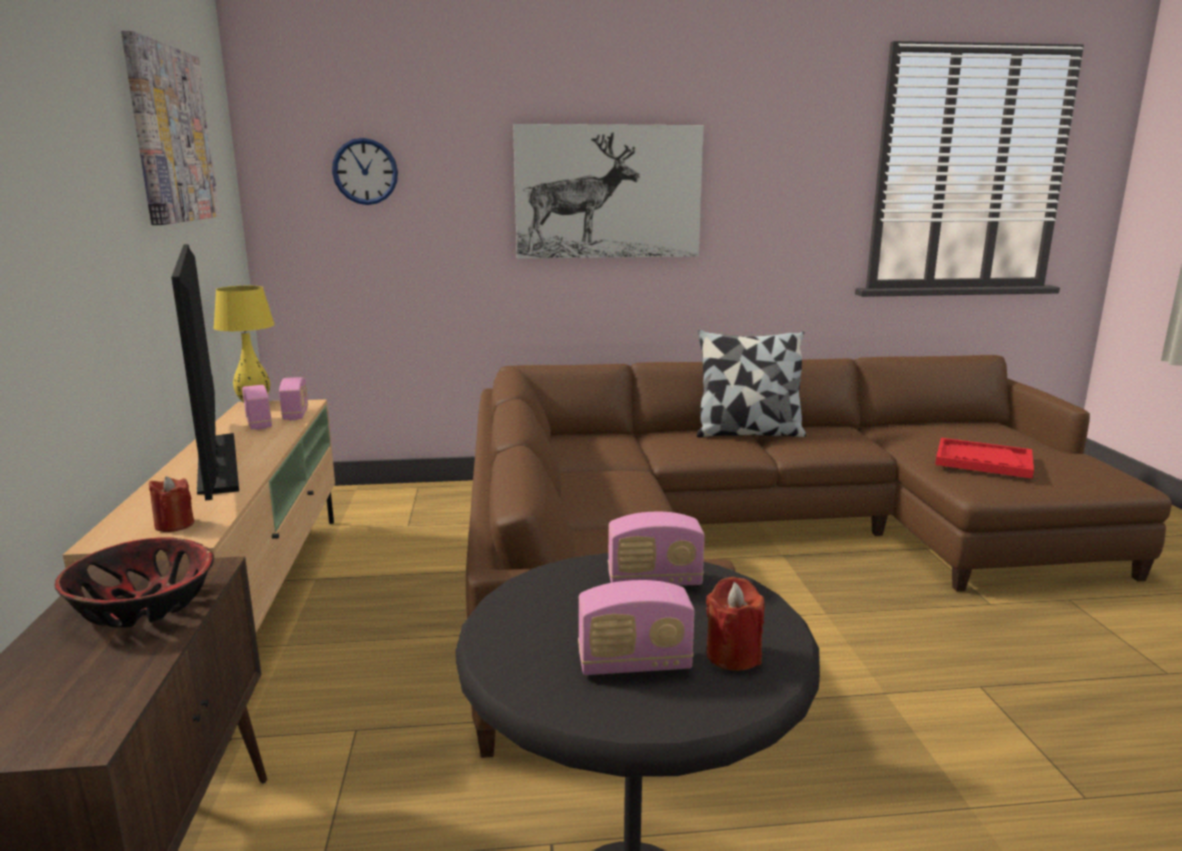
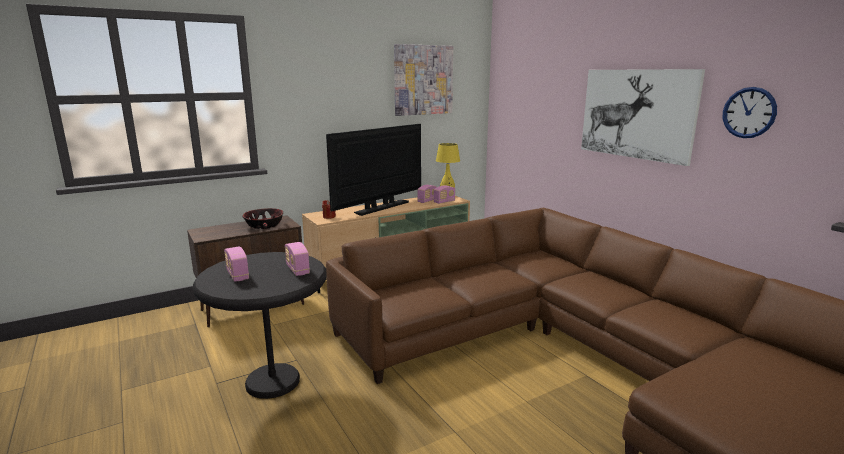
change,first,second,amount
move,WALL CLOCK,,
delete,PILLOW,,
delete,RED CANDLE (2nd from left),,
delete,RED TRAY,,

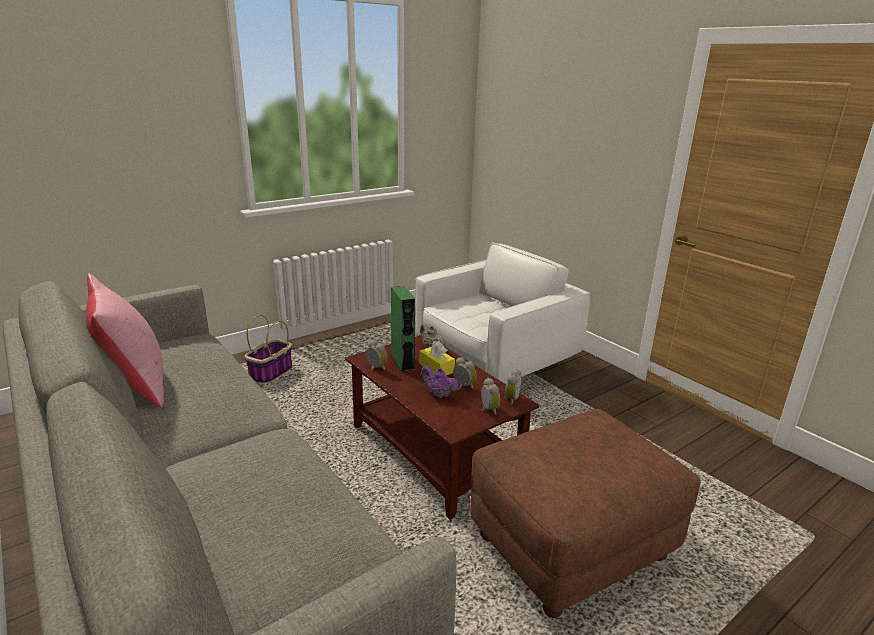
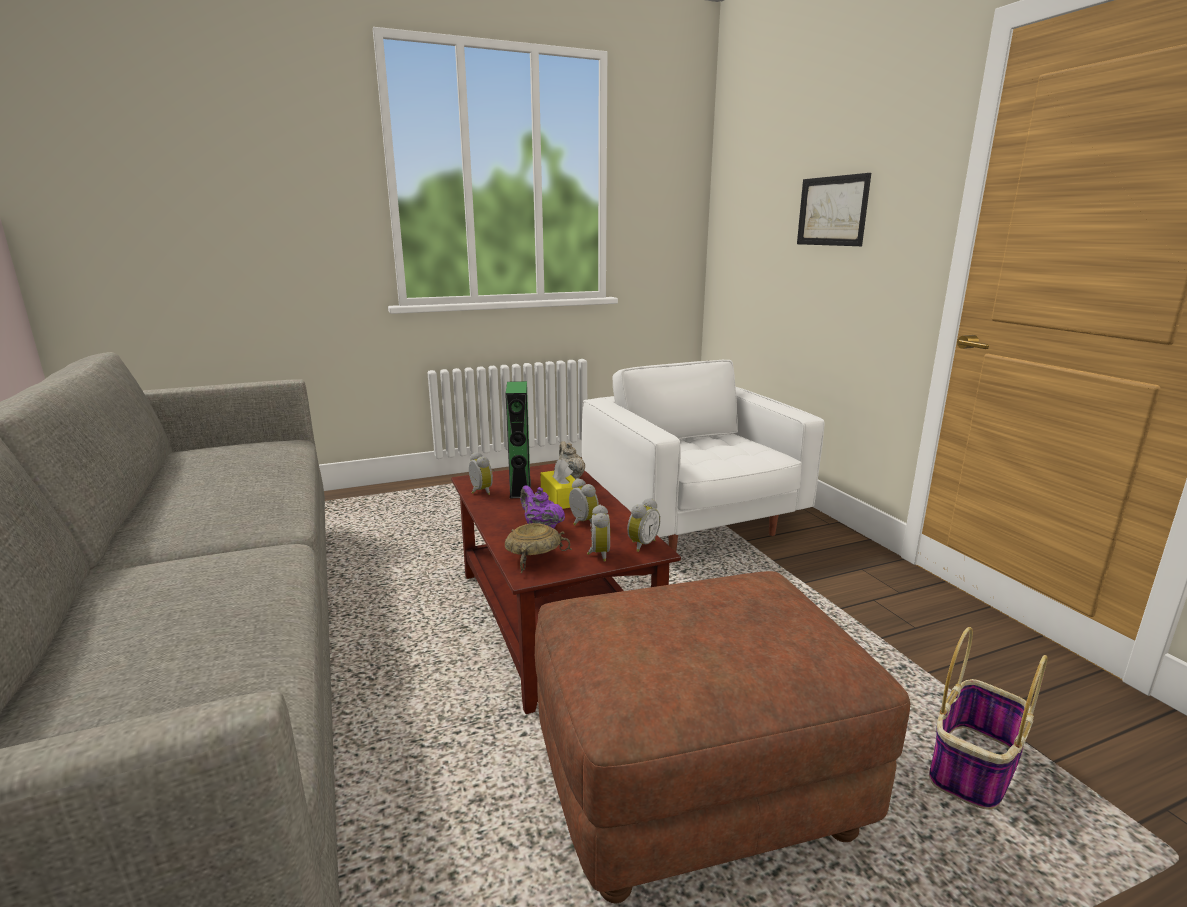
change,first,second,amount
insert,,BEIGE BOWL,
rotate,WHITE ARMCHAIR,,90 degrees counterclockwise
insert,,PICTURE,
move,BASKET,,
delete,PINK PILLOW,,

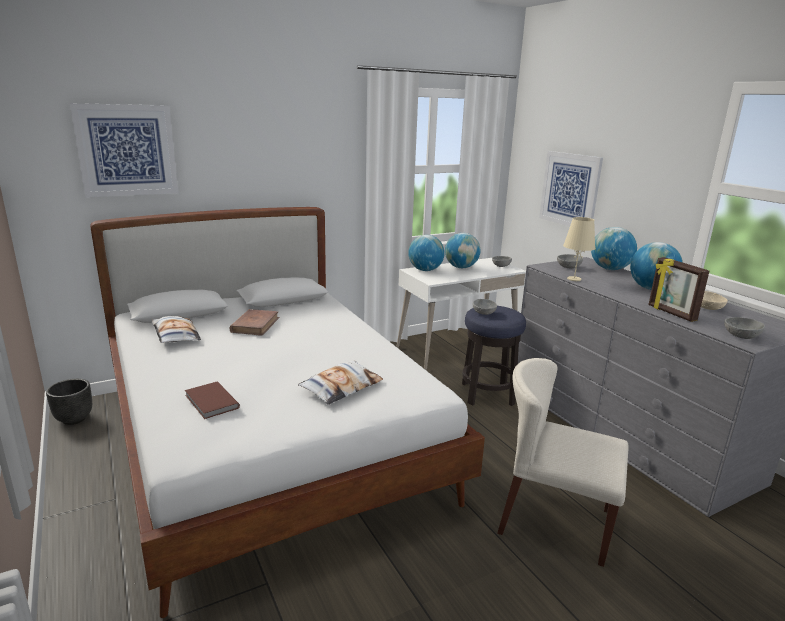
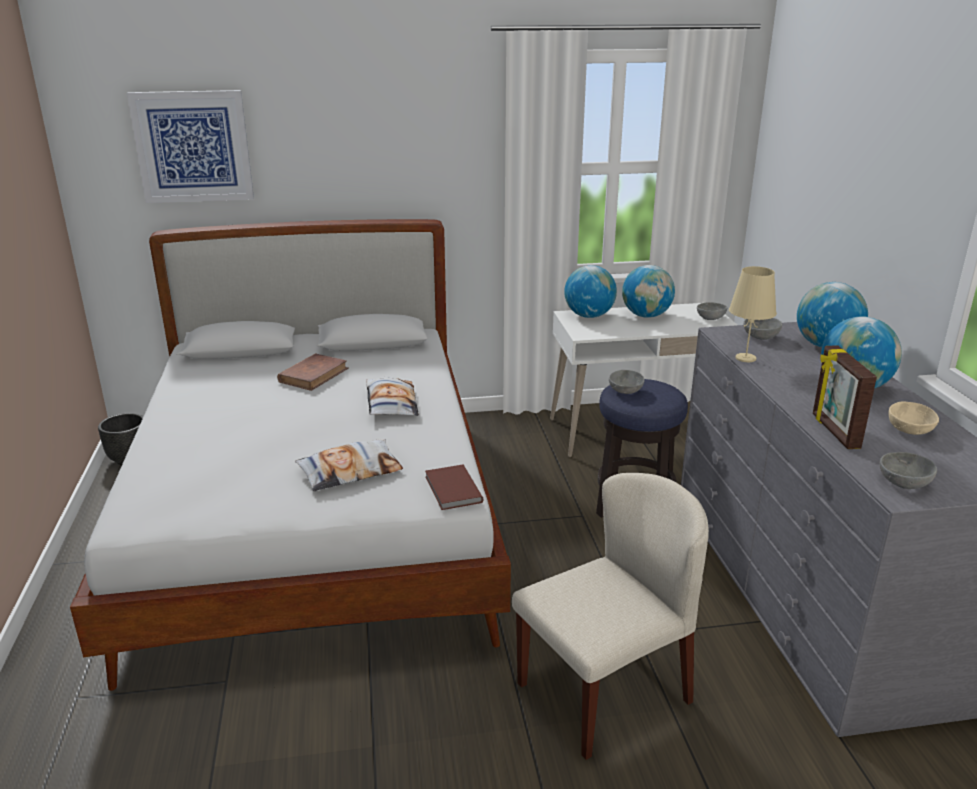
change,first,second,amount
move,PILLOW (1st from left in the first image),PILLOW (2nd from left),
move,BROWN BOOK (1st from left in the first image),BROWN BOOK (2nd from left),
rotate,BEIGE CHAIR,,105 degrees clockwise
delete,PICTURE (2nd from left),,

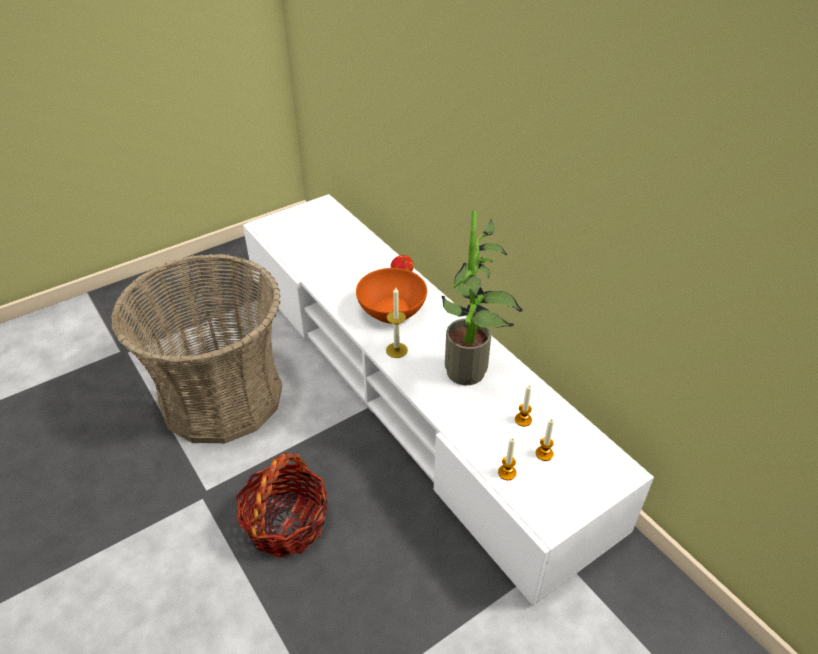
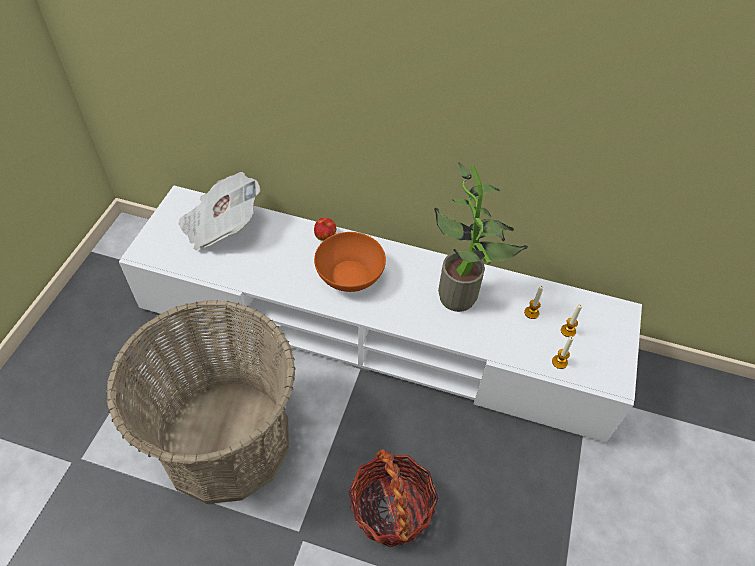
change,first,second,amount
insert,,NEWSPAPER,
delete,CANDLE (1st from left),,

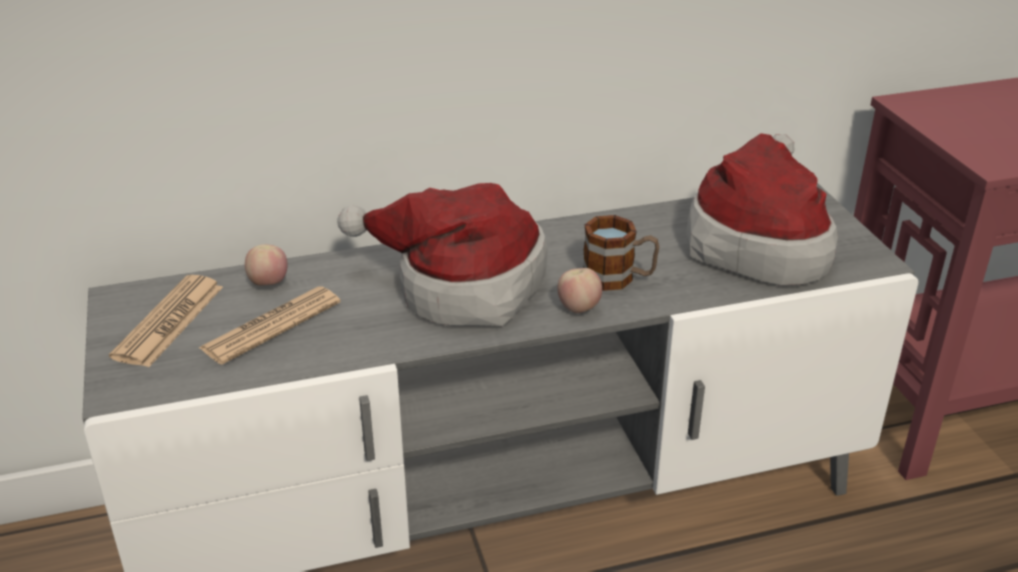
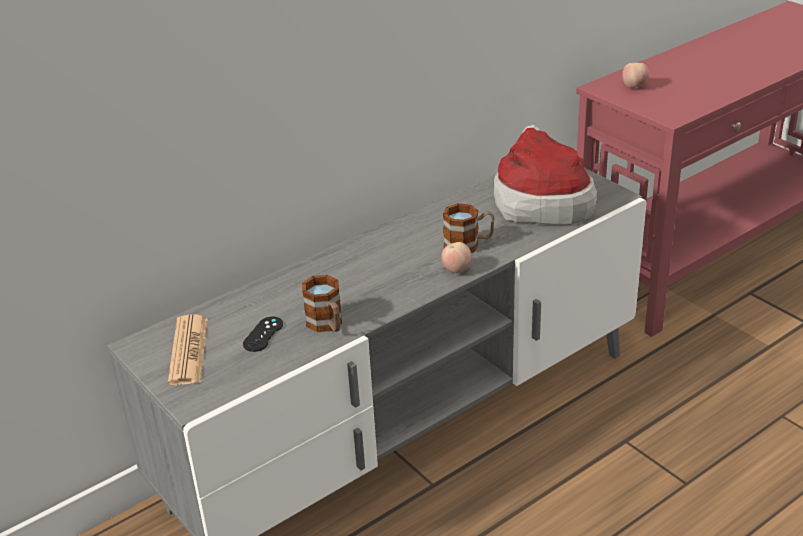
change,first,second,amount
replace,NEWSPAPER (2nd from left),BLACK GAME CONTROLLER,
insert,,MUG (1st from left),
move,APPLE (1st from left in the first image),APPLE (2nd from left),
delete,HAT (1st from left),,

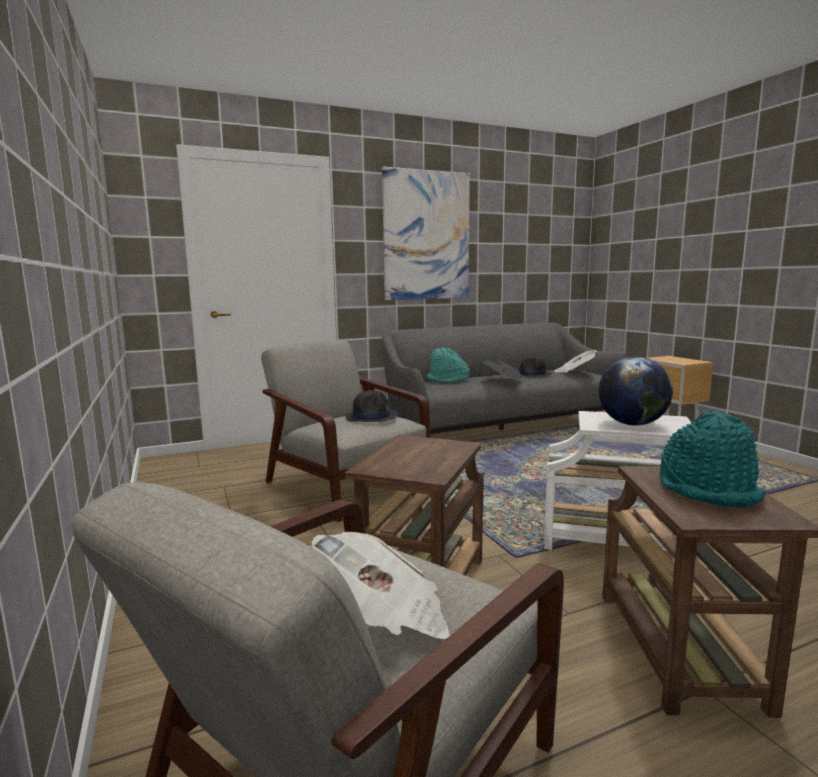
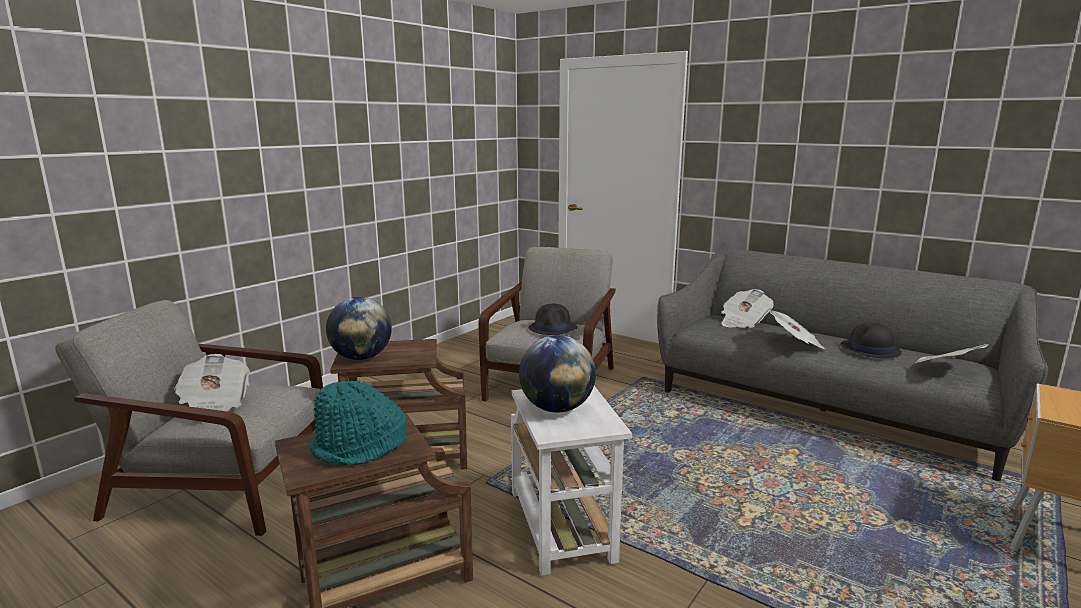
change,first,second,amount
insert,,GLOBE (1st from left),
replace,TURQUOISE HAT (1st from left),NEWSPAPER (2nd from left),
delete,PICTURE,,

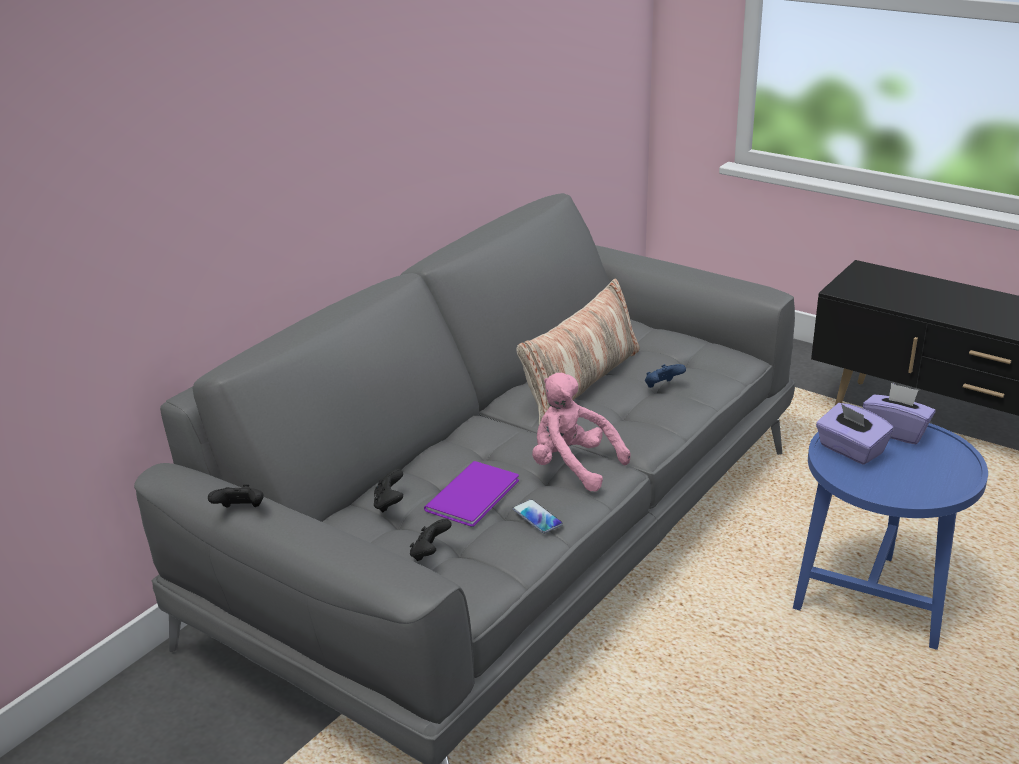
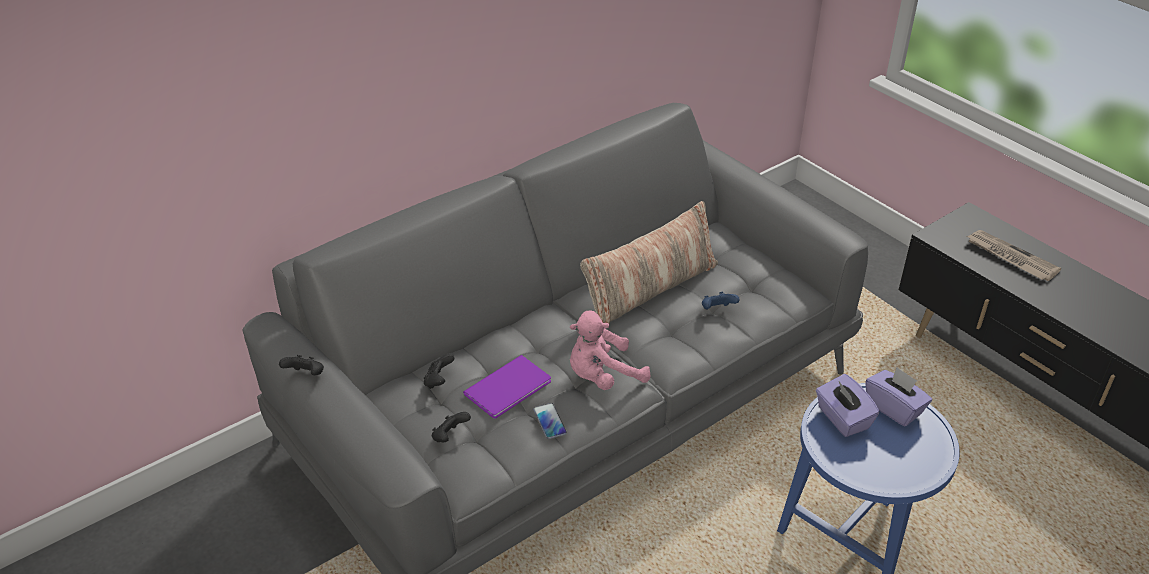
change,first,second,amount
rotate,PINK PLUSH TOY,,75 degrees counterclockwise
insert,,NEWSPAPER,

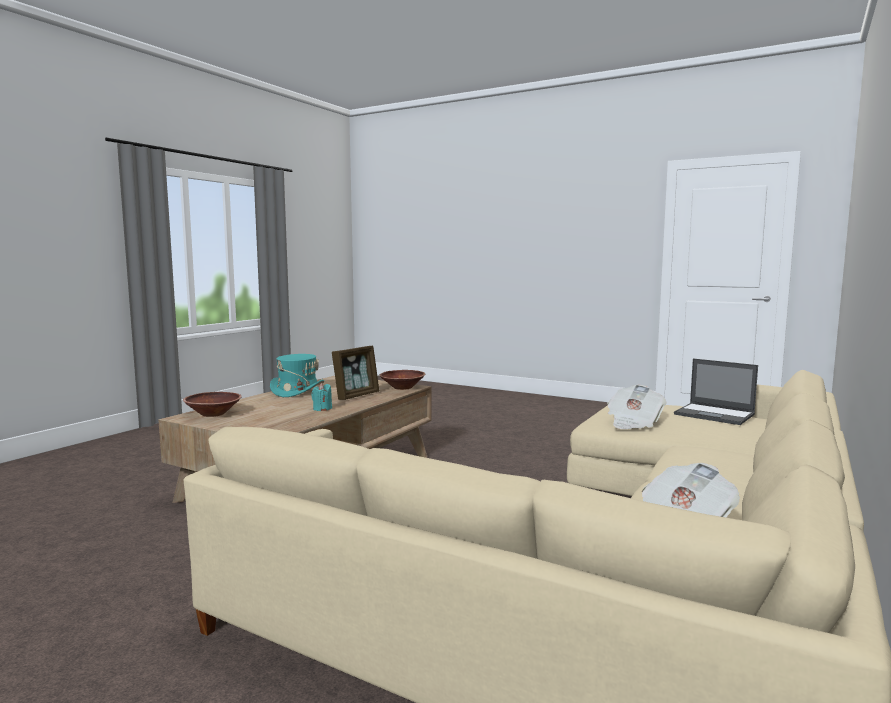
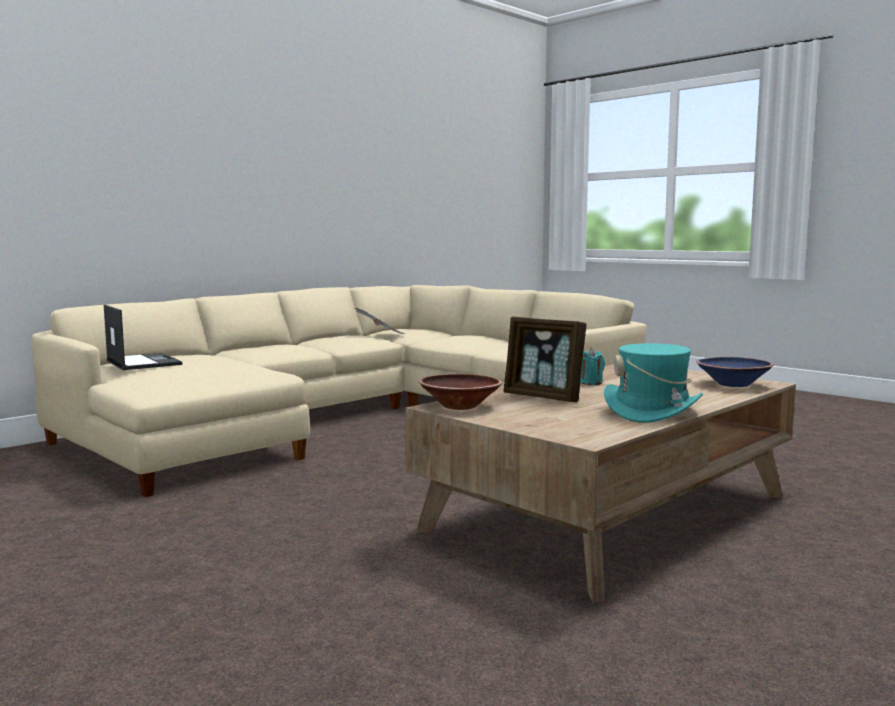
change,first,second,amount
rotate,PICTURE FRAME,,105 degrees counterclockwise
recolor,BROWN BOWL (1st from left),BLUE BOWL,
delete,NEWSPAPER (1st from left),,

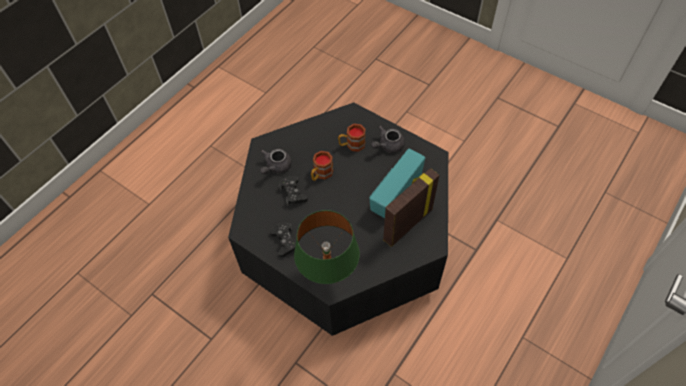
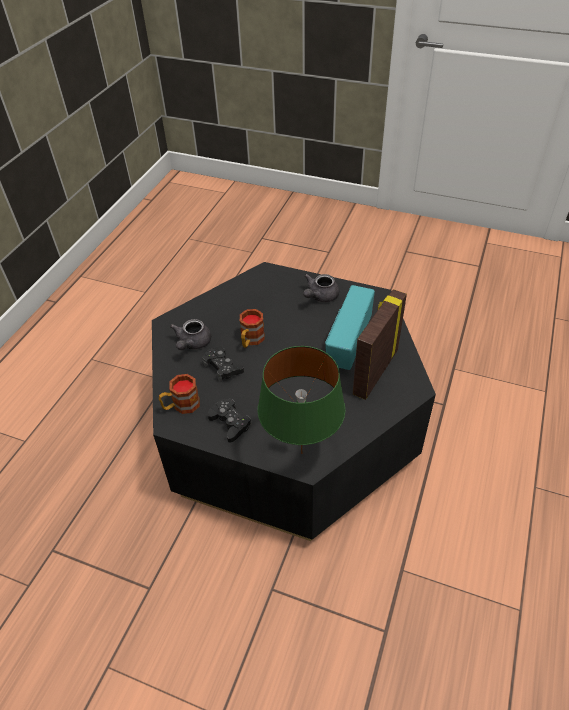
change,first,second,amount
move,MUG (2nd from left in the first image),MUG (1st from left),

